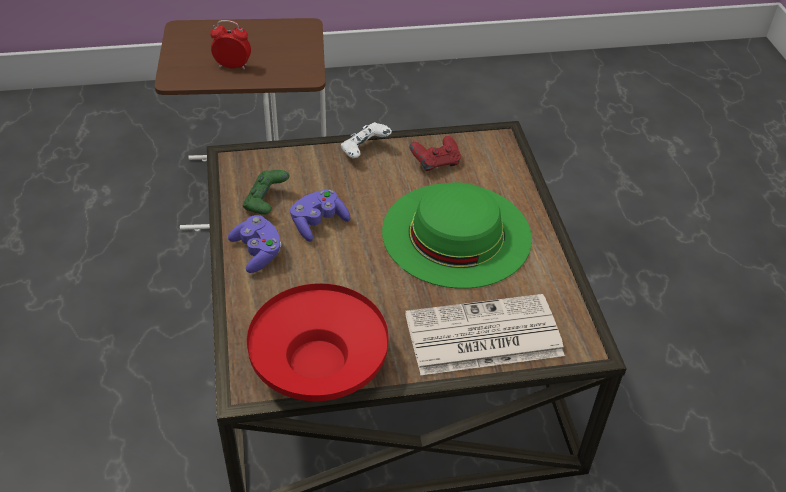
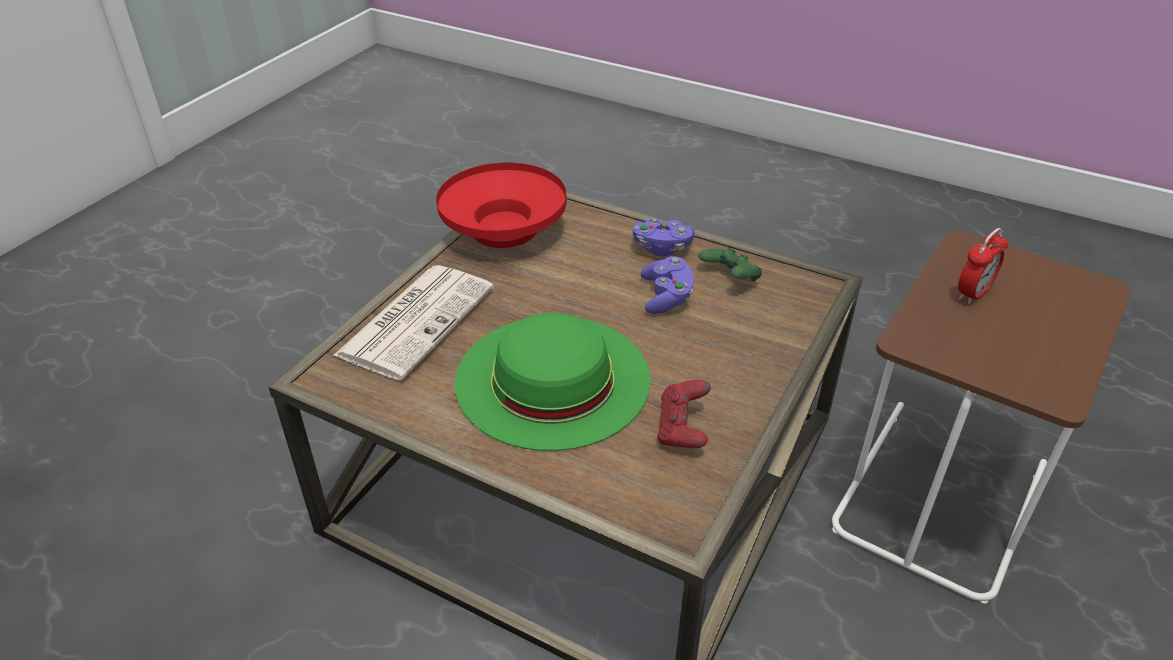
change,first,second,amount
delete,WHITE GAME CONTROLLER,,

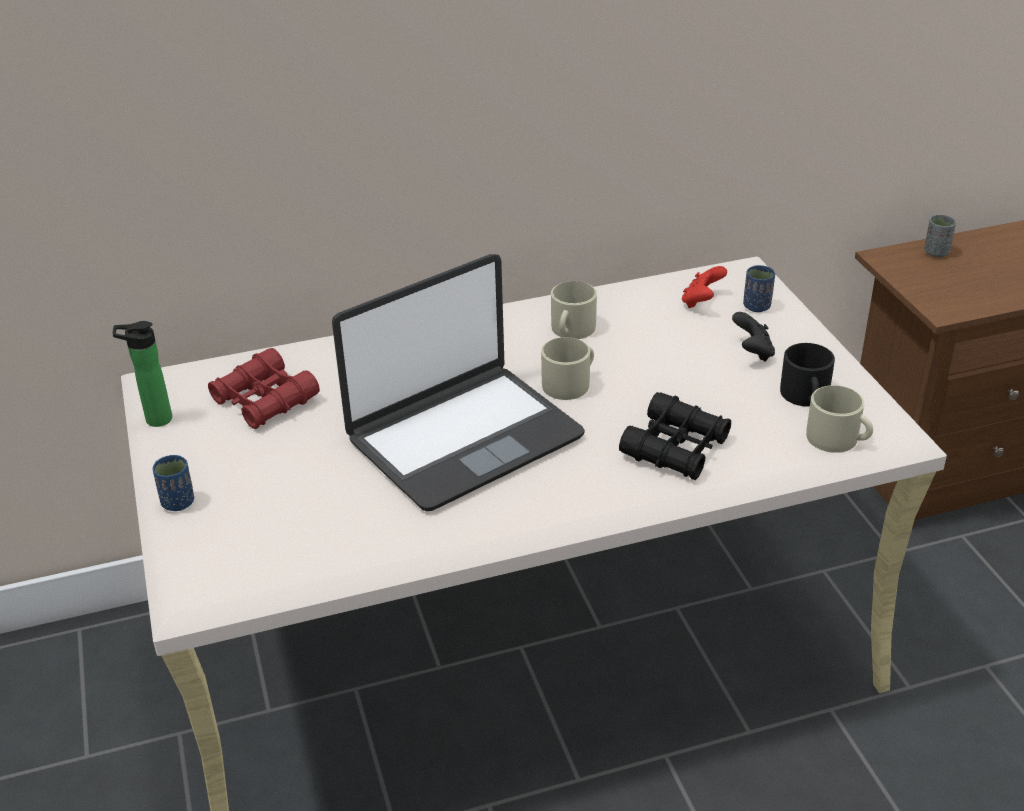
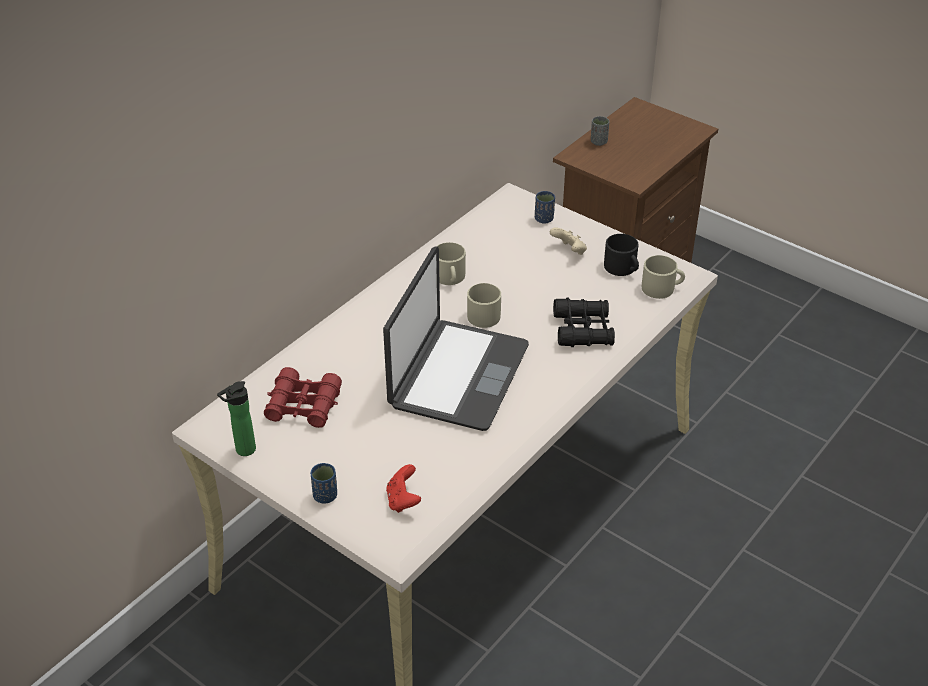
change,first,second,amount
move,RED GAME CONTROLLER,,
recolor,BLACK GAME CONTROLLER,BEIGE GAME CONTROLLER,

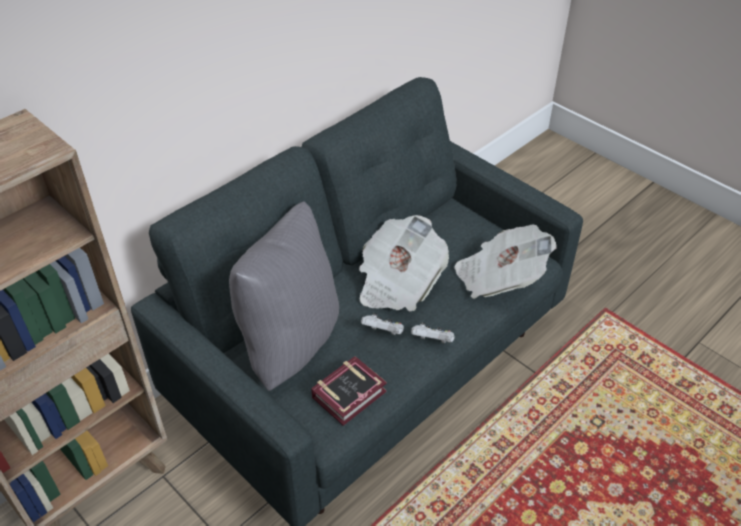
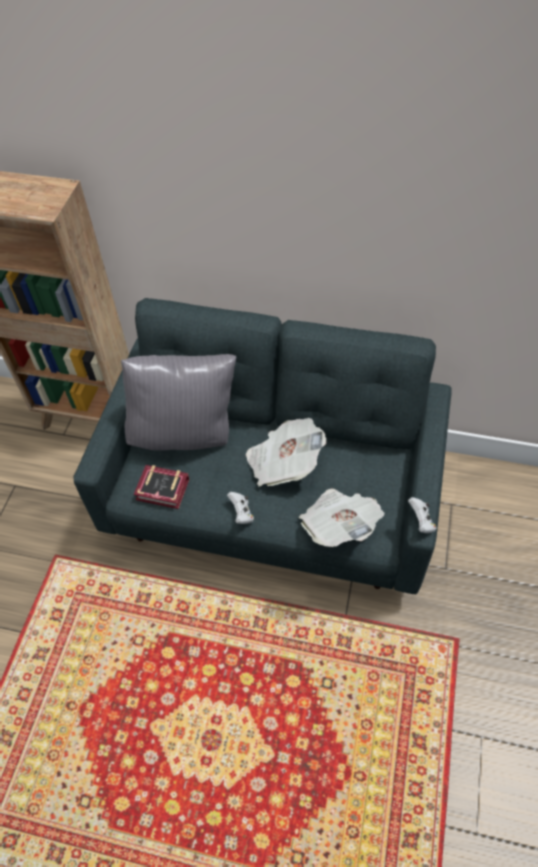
change,first,second,amount
move,WHITE GAME CONTROLLER (1st from left in the first image),WHITE GAME CONTROLLER (2nd from left),

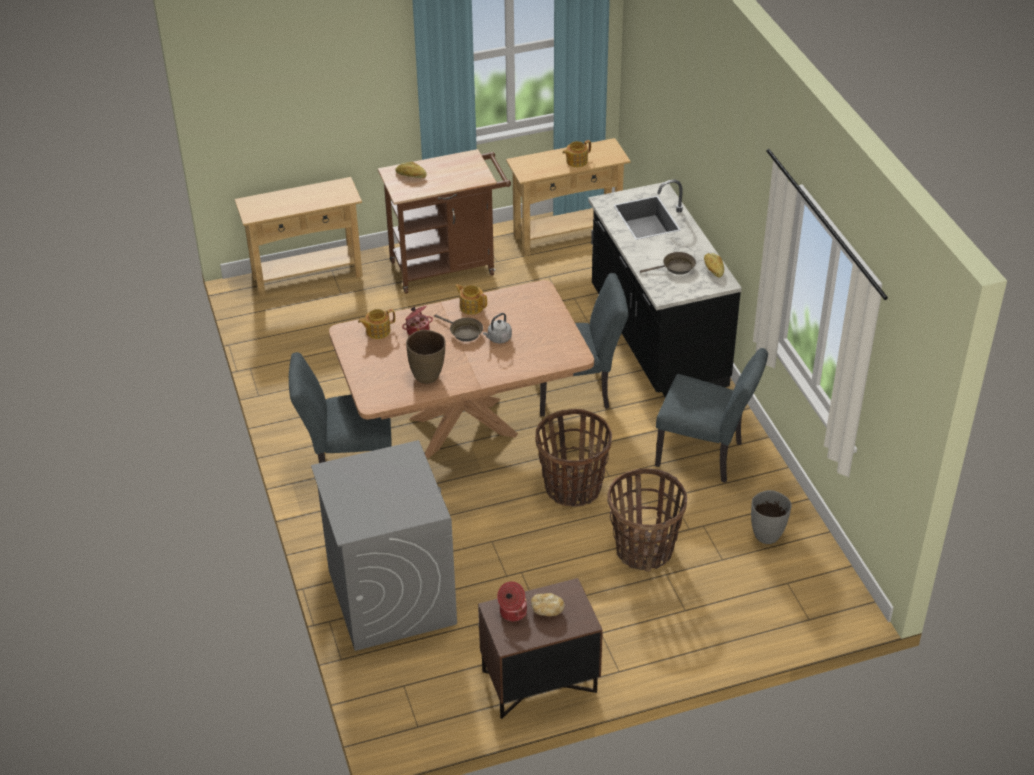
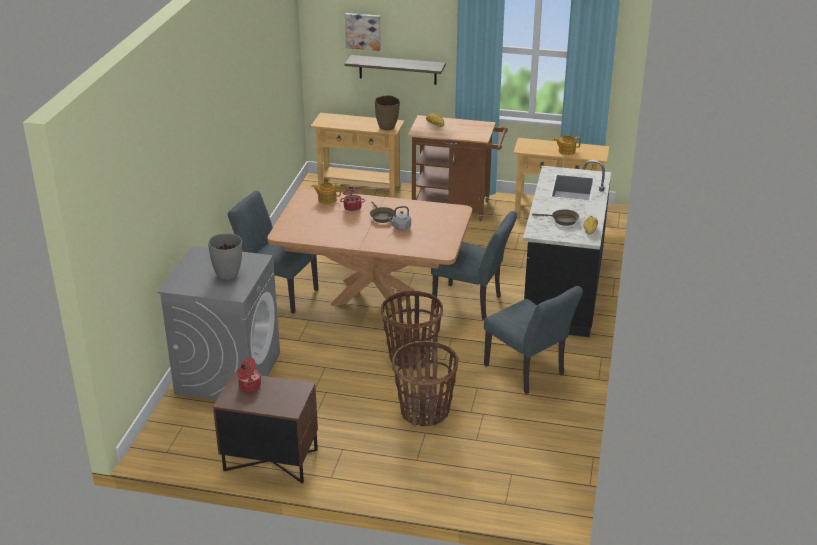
change,first,second,amount
move,GREY VASE,,
insert,,PICTURE,
insert,,SHELF,
move,BROWN VASE,,
delete,TEAPOT (2nd from left),,
delete,BREAD (2nd from left),,

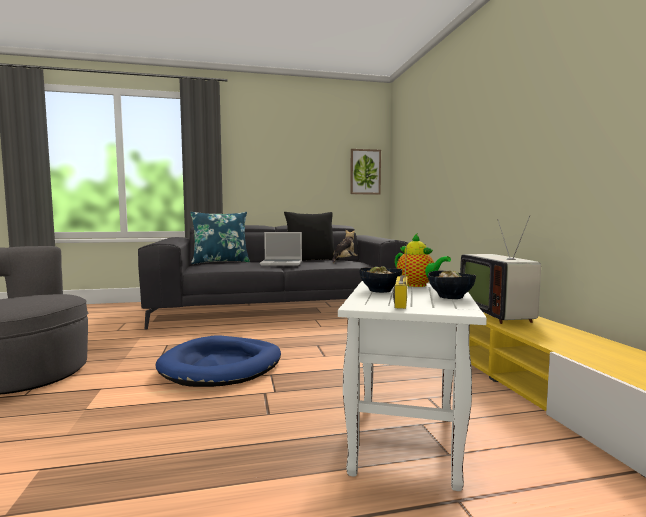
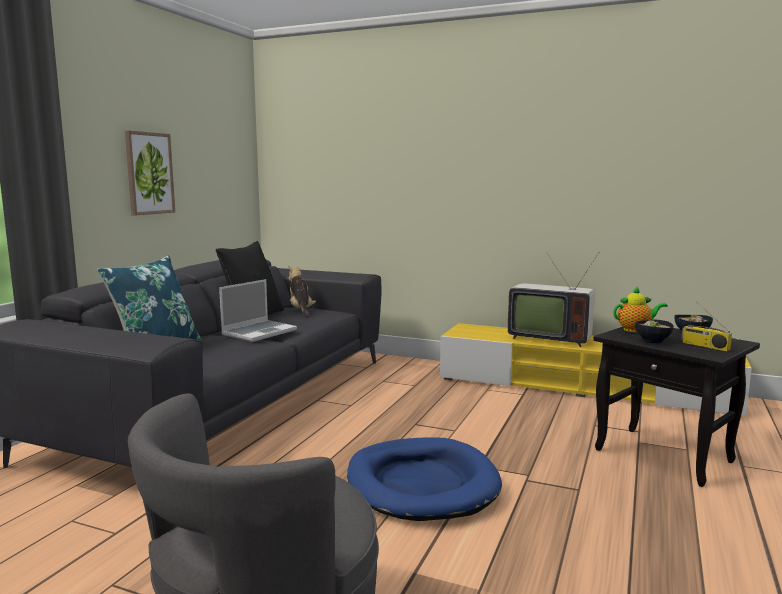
change,first,second,amount
move,PICTURE,,
recolor,WHITE SIDE TABLE,BLACK SIDE TABLE,

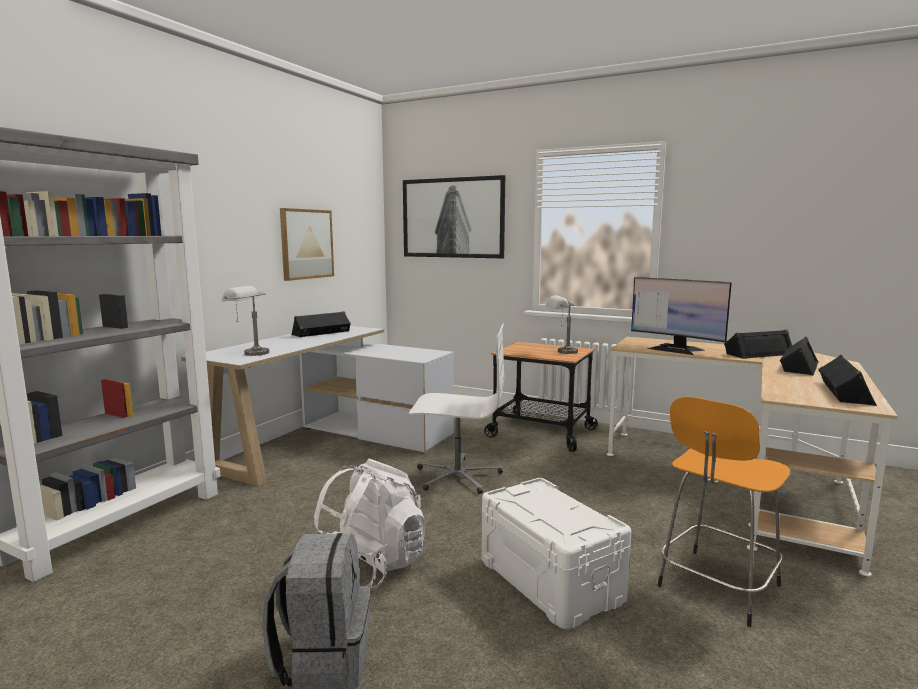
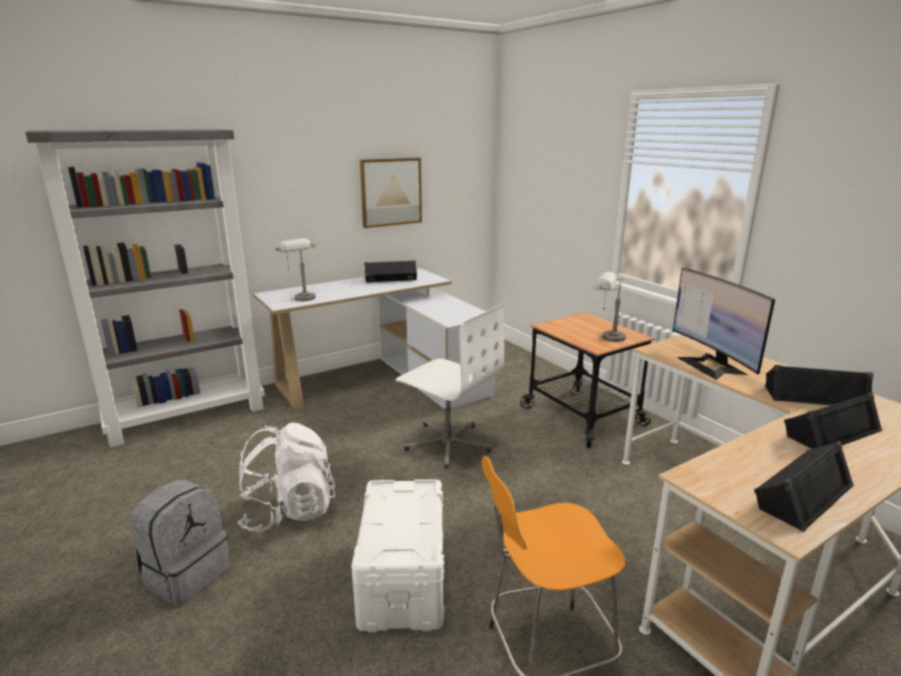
change,first,second,amount
delete,PICTURE (2nd from left),,

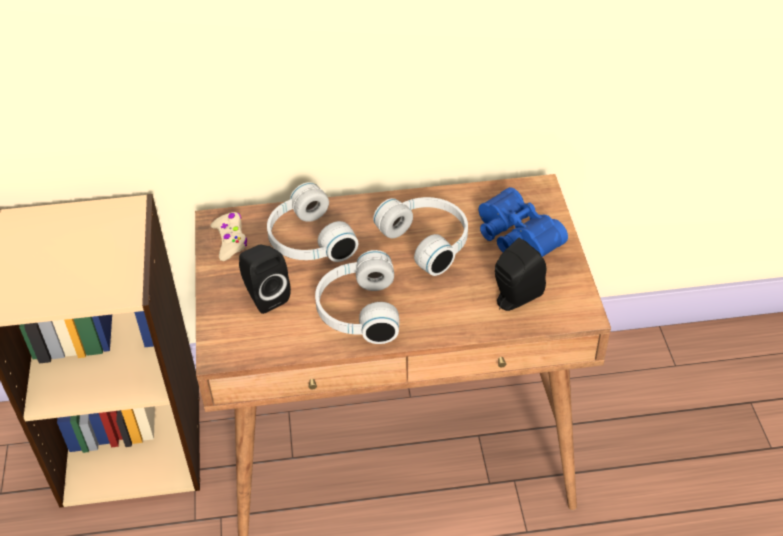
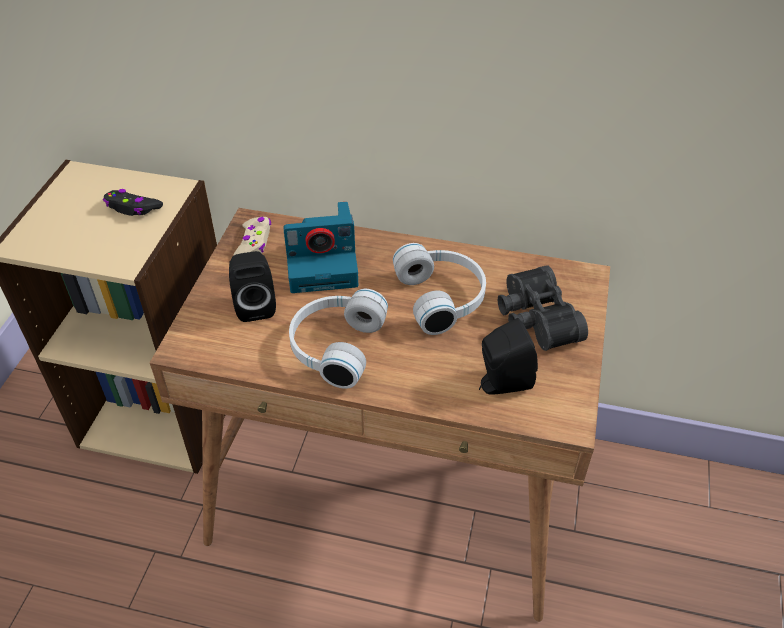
change,first,second,amount
insert,,BLACK GAME CONTROLLER,
replace,WHITE HEADPHONES (1st from left),PHOTO CAMERA,
recolor,BLUE BINOCULARS,BLACK BINOCULARS,

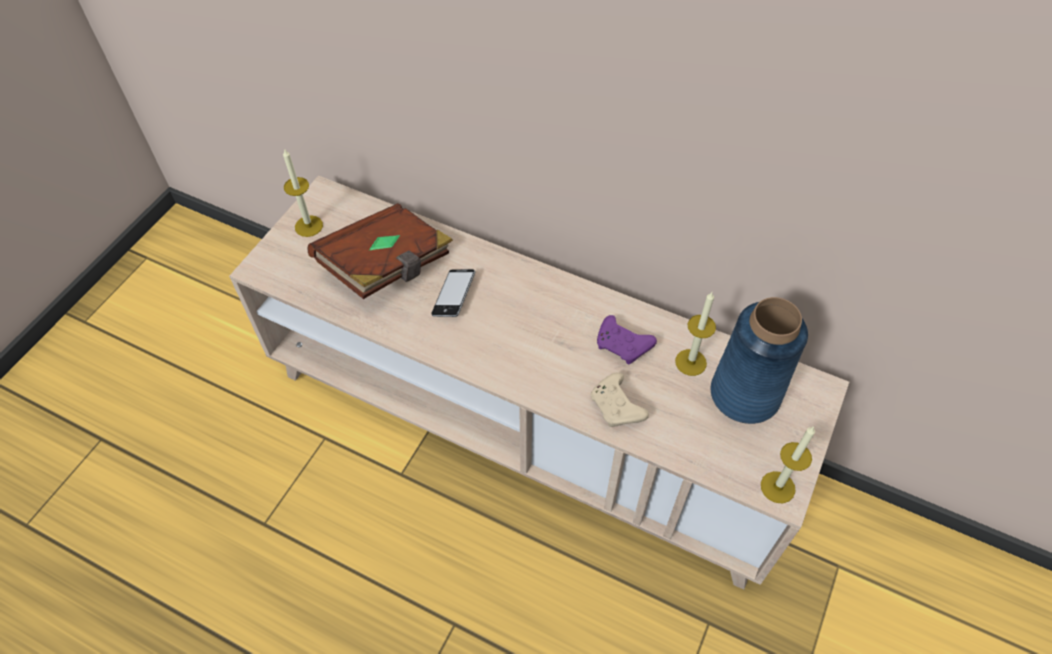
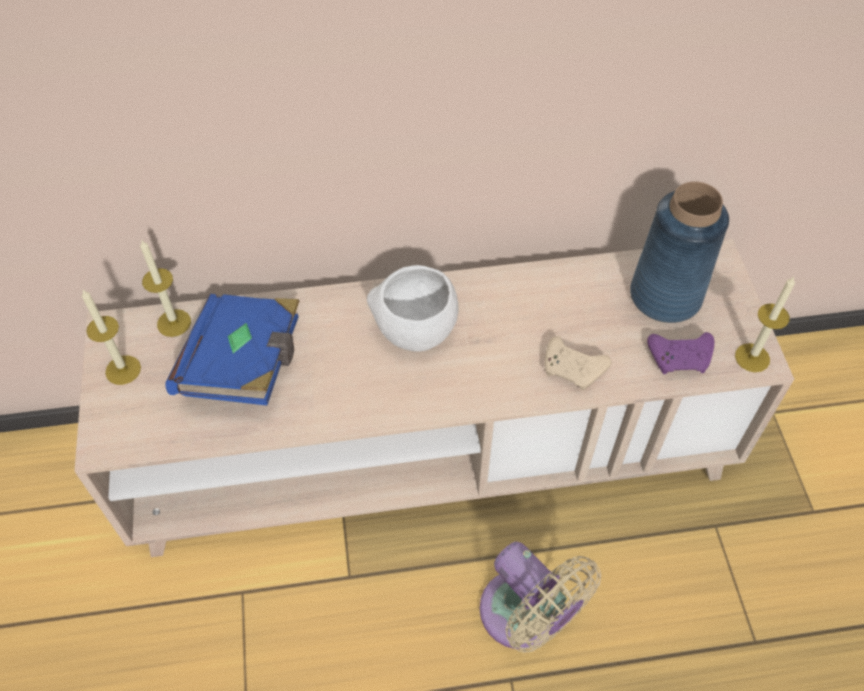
change,first,second,amount
move,CANDLE (2nd from left),,
recolor,BROWN BOOK,BLUE BOOK,
insert,,WHITE BOWL,
insert,,BEIGE FAN,
move,PURPLE GAME CONTROLLER,,
delete,PHONE,,

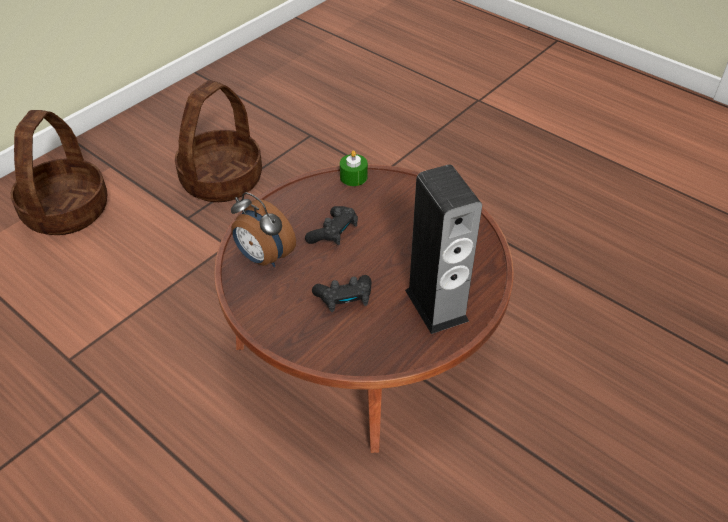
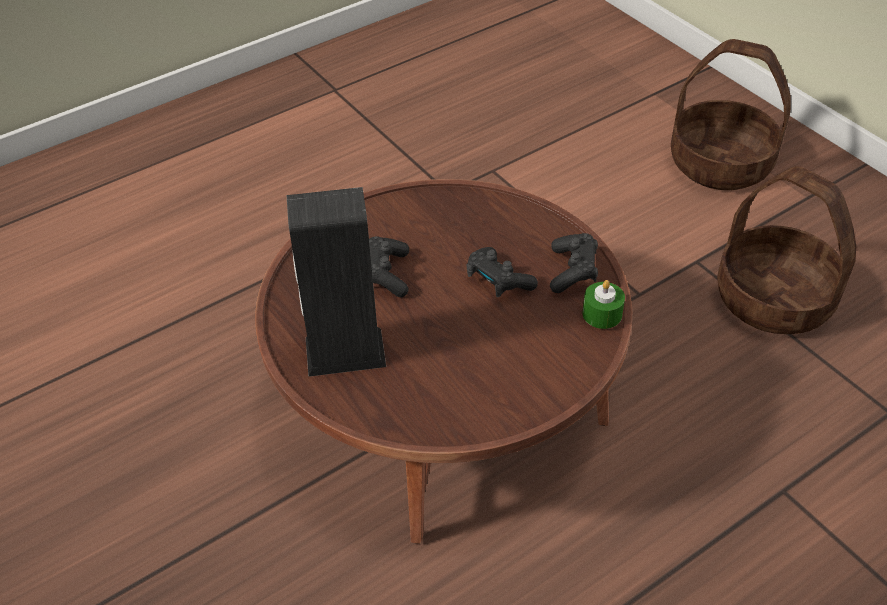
change,first,second,amount
insert,,BLACK GAME CONTROLLER (3rd from left),
delete,ALARM CLOCK,,

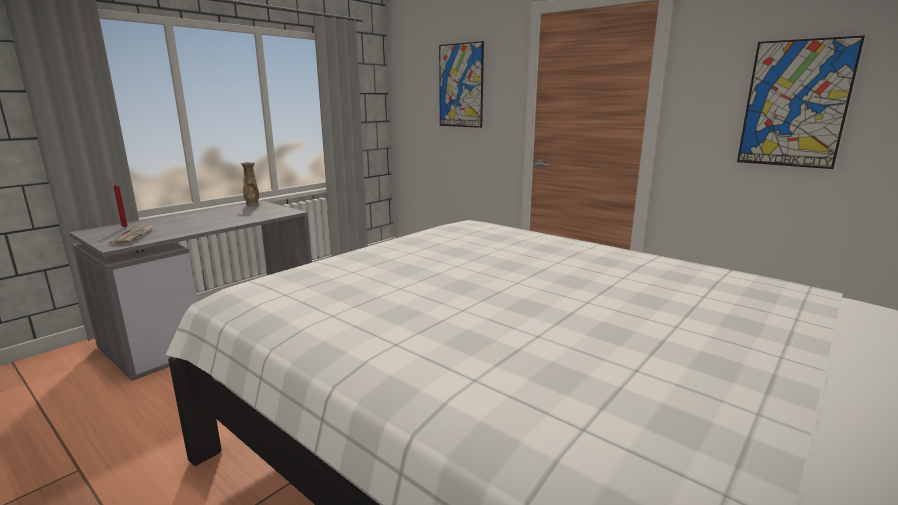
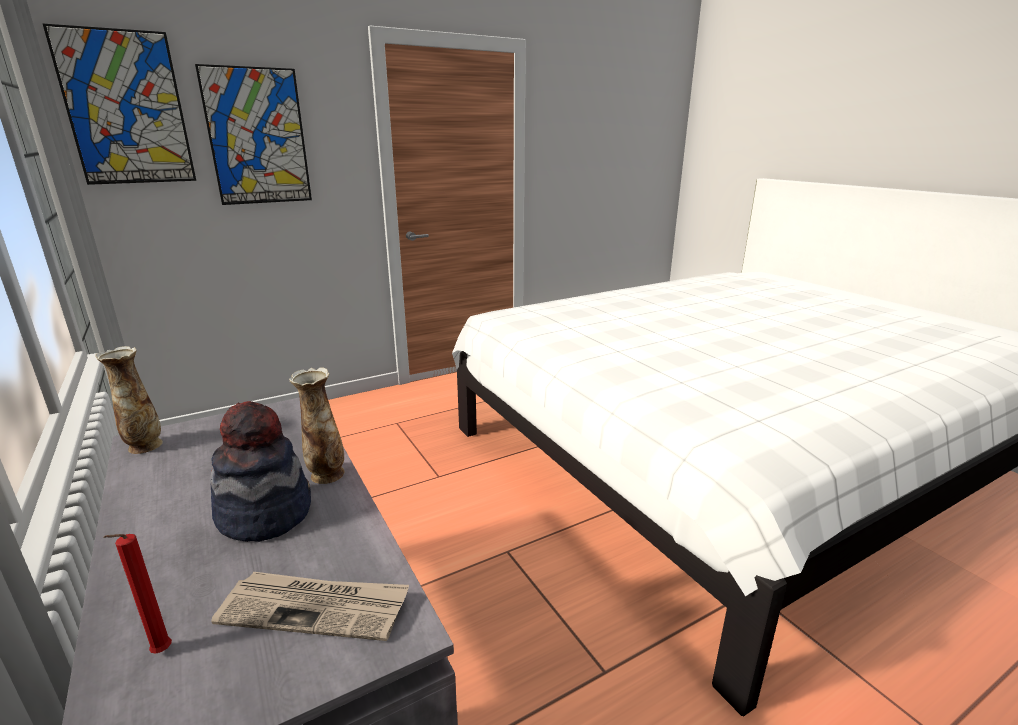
change,first,second,amount
move,PICTURE (2nd from left in the first image),PICTURE (1st from left),
insert,,HAT,
insert,,VASE (2nd from left),

